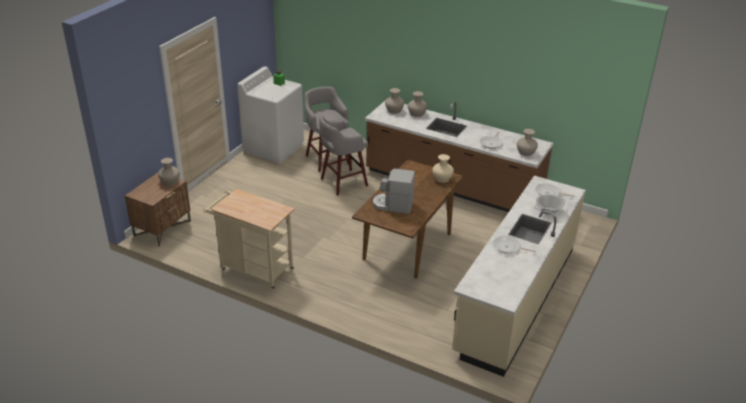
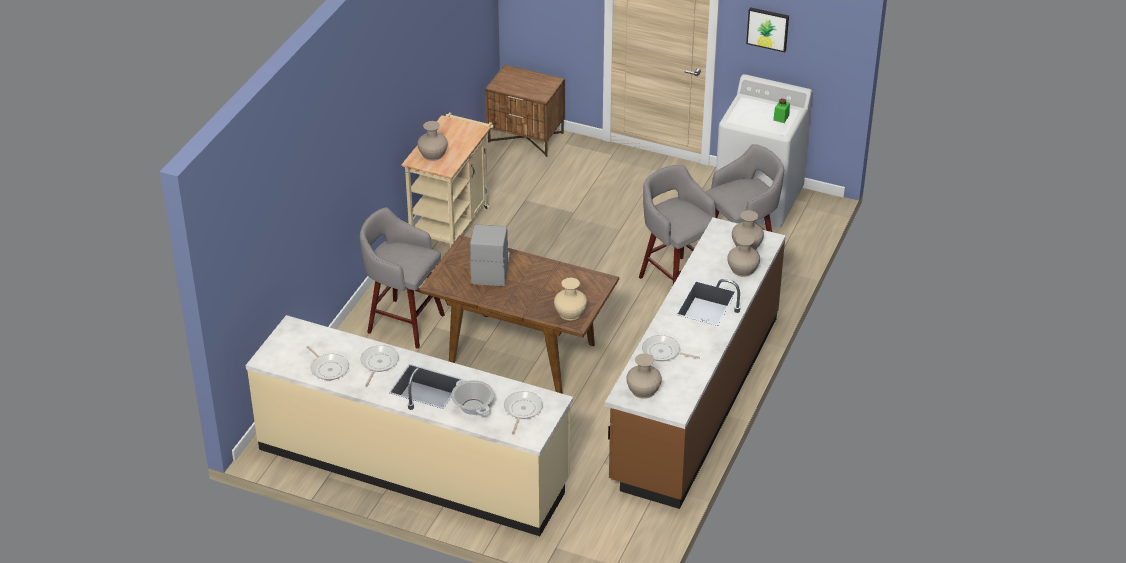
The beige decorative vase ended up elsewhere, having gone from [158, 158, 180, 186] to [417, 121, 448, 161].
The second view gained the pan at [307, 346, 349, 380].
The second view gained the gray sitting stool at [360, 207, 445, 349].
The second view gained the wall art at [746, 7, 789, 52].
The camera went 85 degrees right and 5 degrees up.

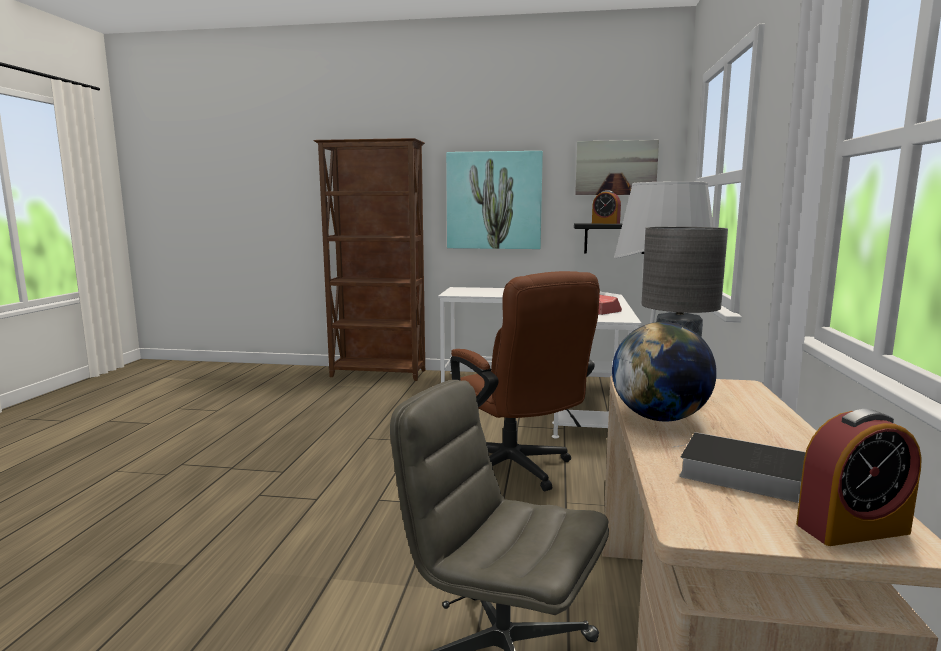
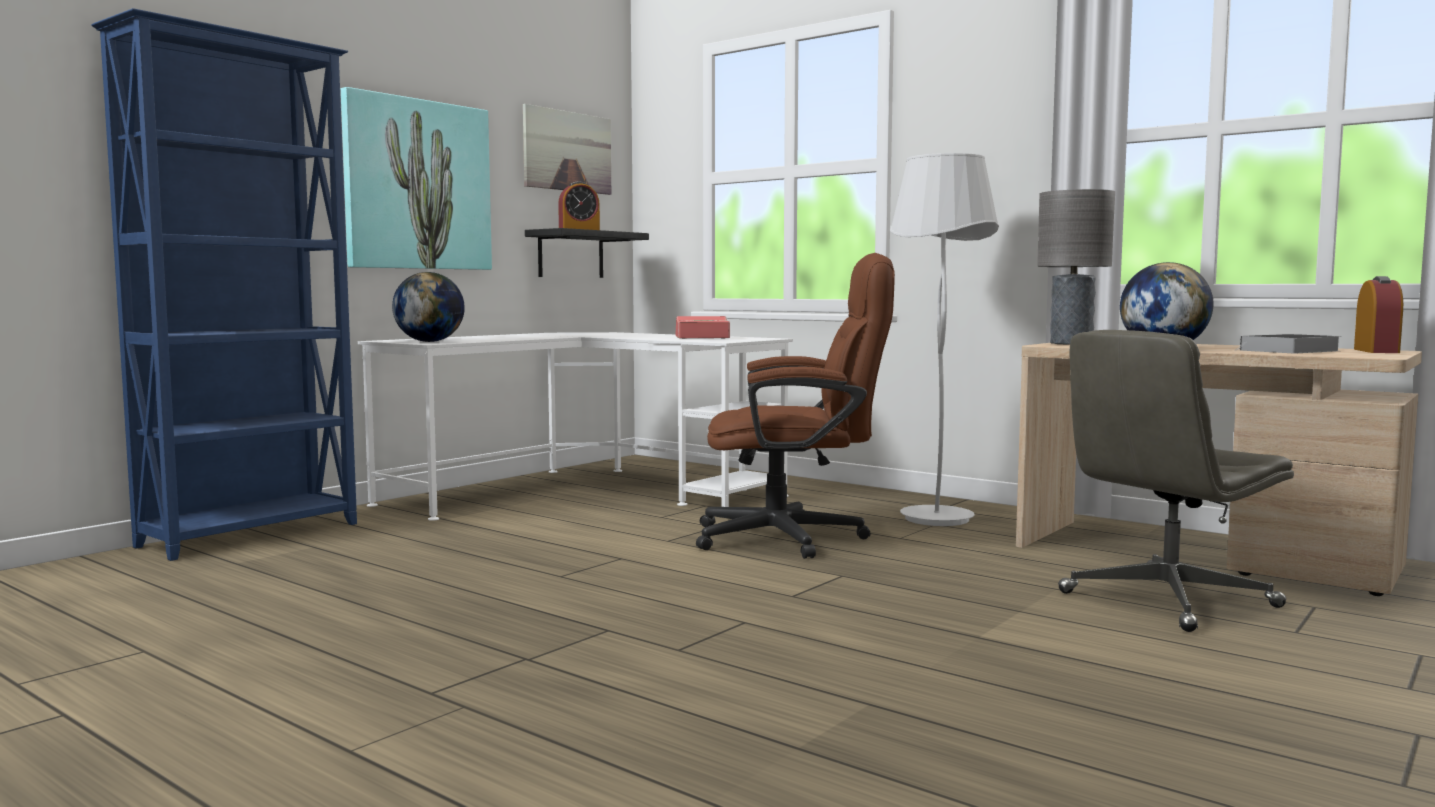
What was the brownish bookcase at [313, 138, 425, 381] turned into the blue-coloured bookcase at [91, 8, 357, 561].
The second view gained the desk globe at [392, 272, 465, 342].
The camera went 60 degrees left and 5 degrees down.

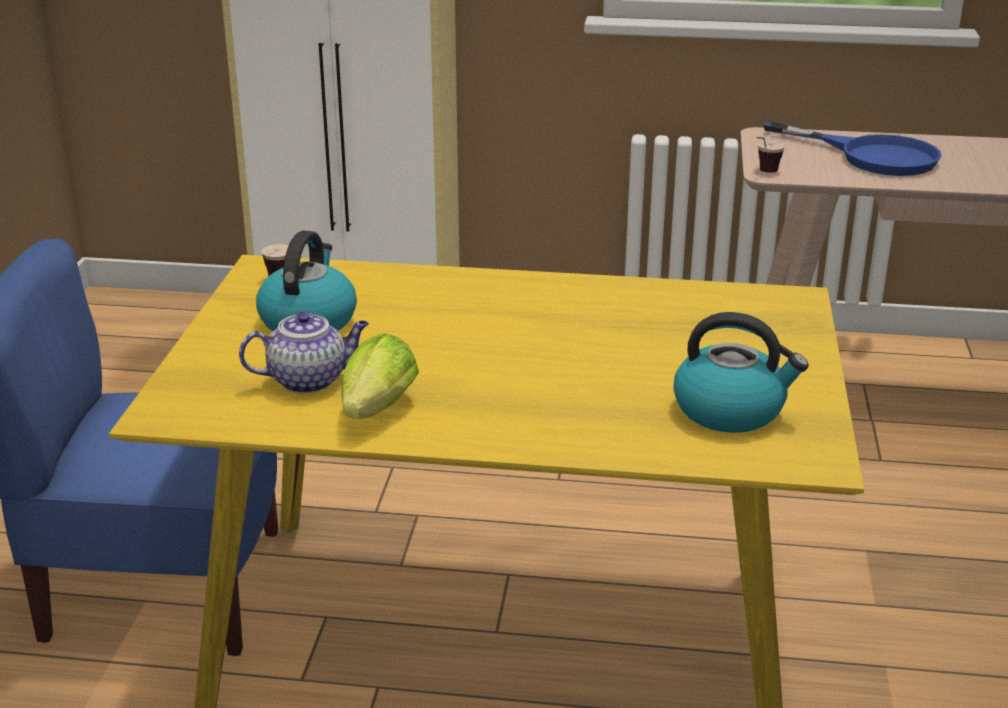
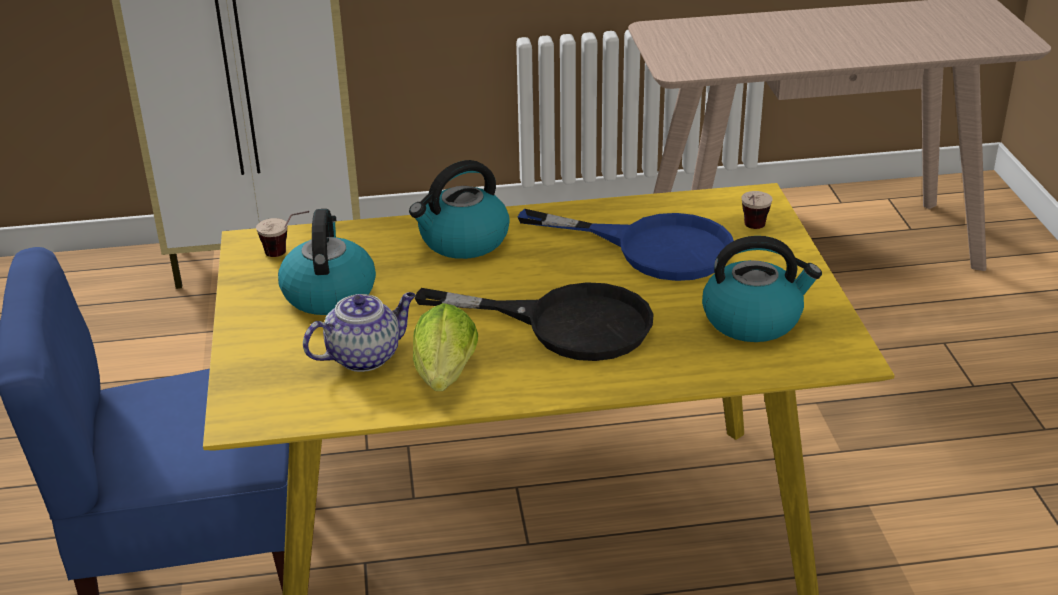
The cup ended up elsewhere, having gone from [756, 137, 785, 173] to [741, 191, 772, 229].
The blue-coloured pan ended up elsewhere, having gone from [763, 121, 942, 176] to [517, 209, 734, 281].
The second view gained the water kettle at [409, 160, 510, 259].
The second view gained the blackish pan at [415, 282, 654, 361].
The camera went 15 degrees left and 5 degrees up.

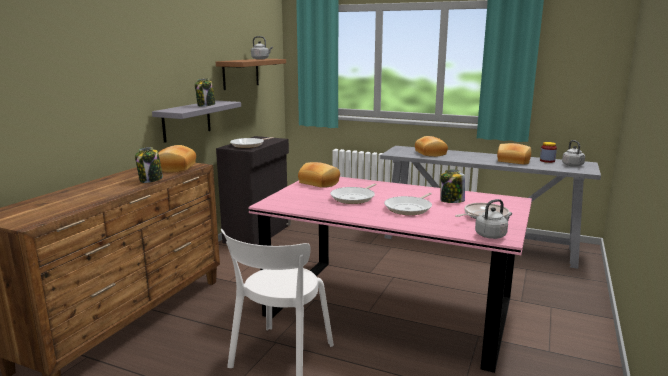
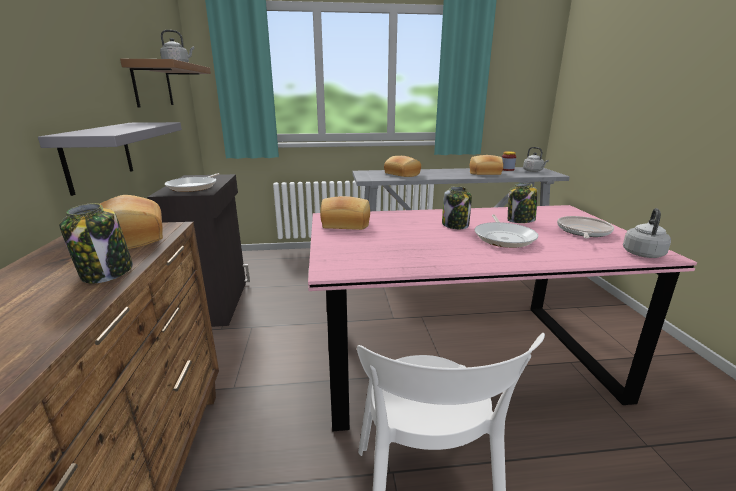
The jar ended up elsewhere, having gone from [195, 78, 215, 107] to [442, 186, 472, 229].
The second view lost the pan at [330, 183, 377, 204].
The camera went 30 degrees left and 5 degrees up.

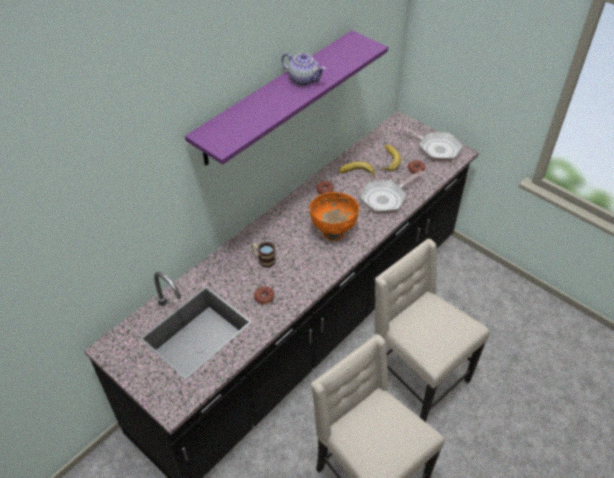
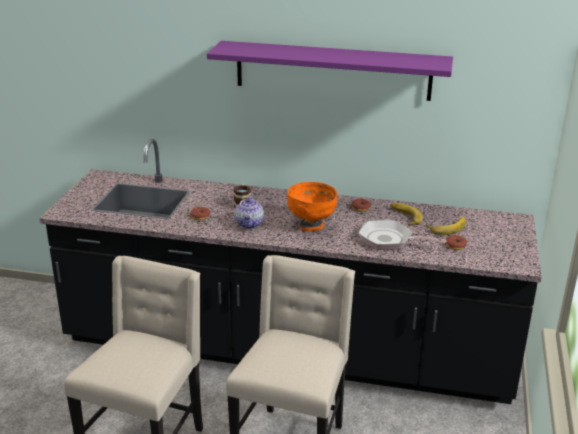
The tea pot ended up elsewhere, having gone from [282, 53, 326, 86] to [234, 195, 264, 229].
The second view lost the pan at [397, 125, 463, 161].
The camera went 60 degrees right and 20 degrees down.

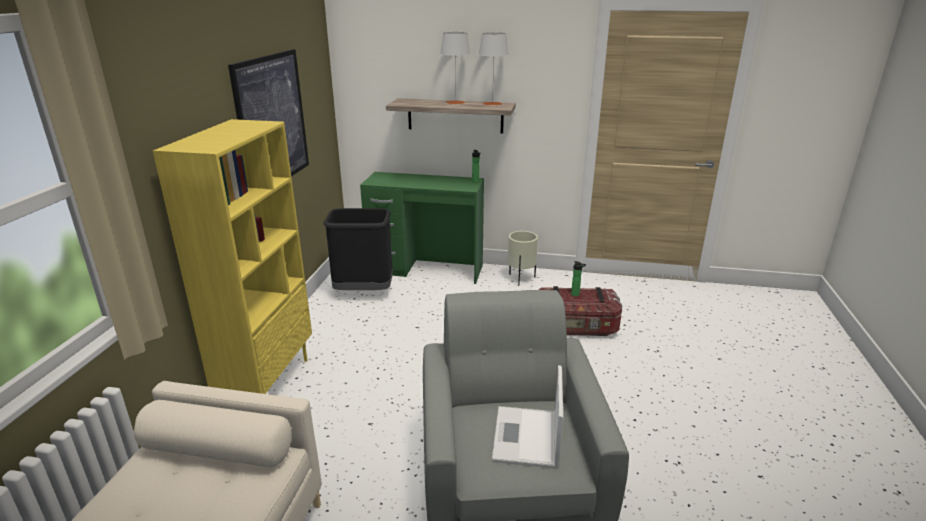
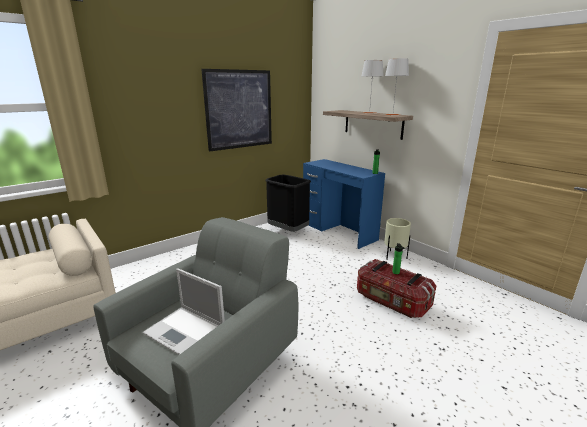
The second view lost the yellowish bookcase at [153, 119, 312, 394].
What was the green-coloured desk unit at [360, 172, 484, 284] turned into the blue-coloured desk unit at [303, 159, 385, 249].
The laptop at [492, 365, 563, 468] ended up facing another way, 105 degrees counterclockwise from before.
The camera went 40 degrees right and 5 degrees down.

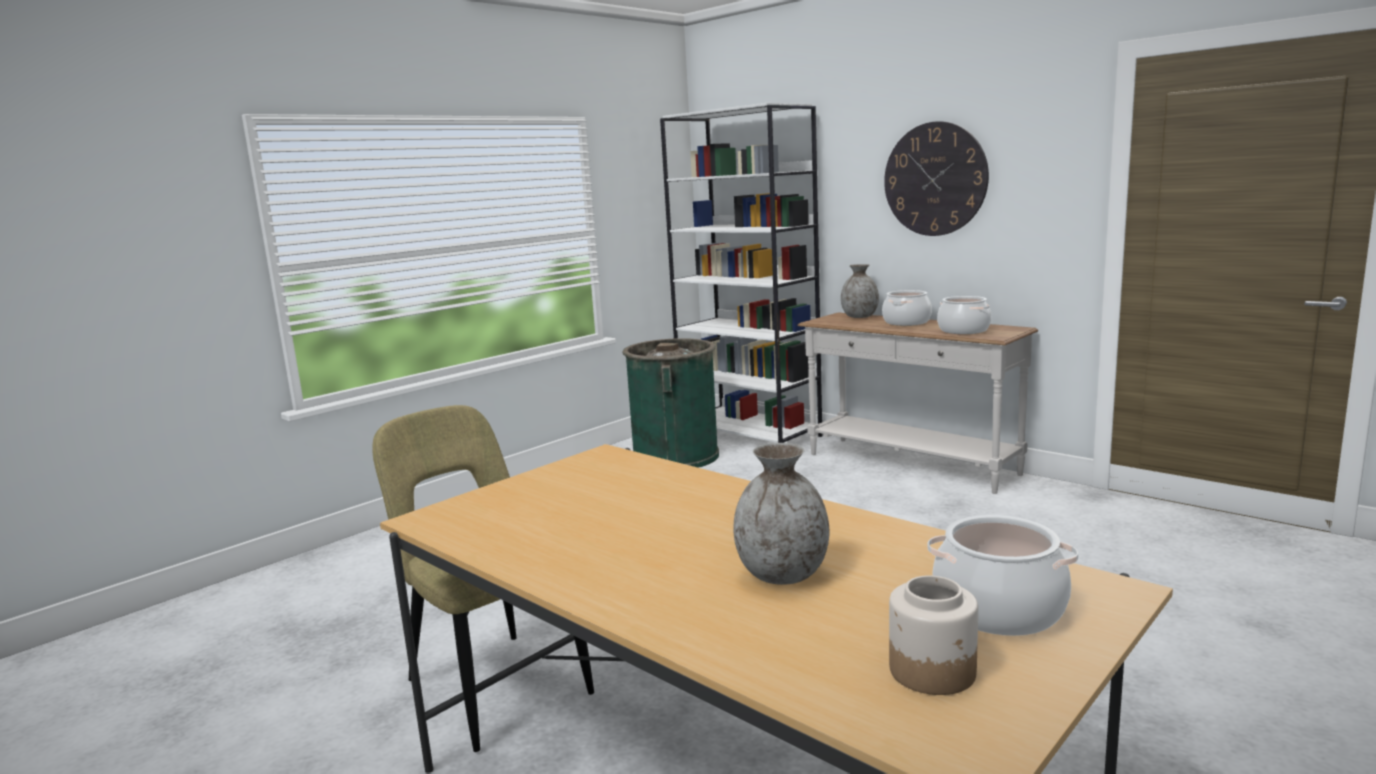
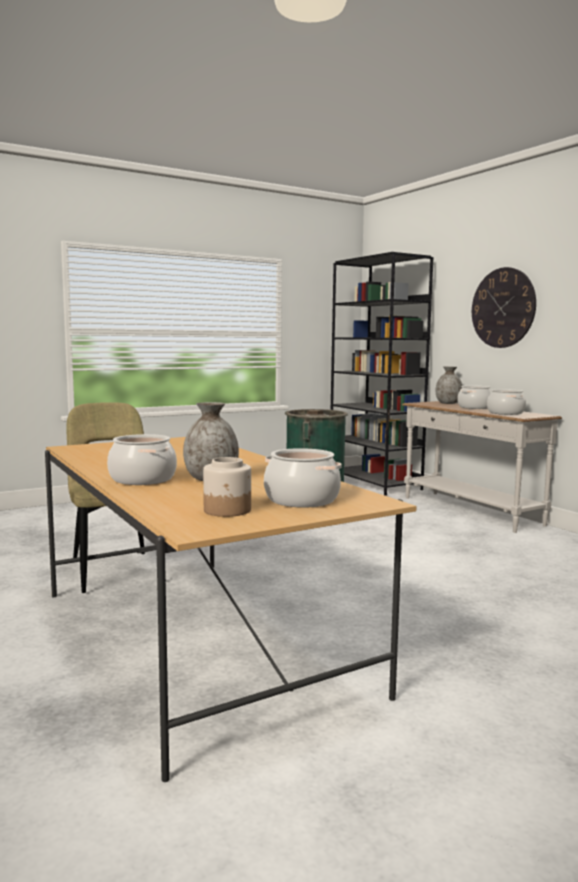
What was the white bookcase at [660, 103, 822, 443] turned into the blackish bookcase at [331, 252, 433, 496].
The second view gained the saucepot at [107, 434, 177, 485].
The camera went 15 degrees right and 5 degrees down.

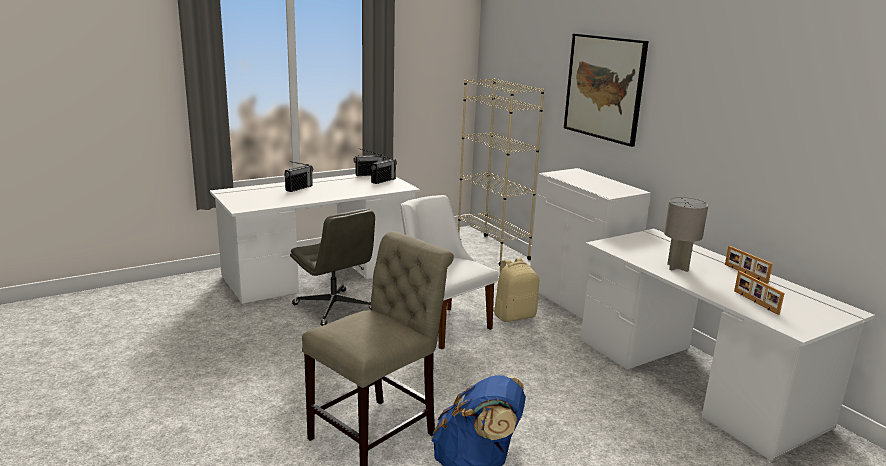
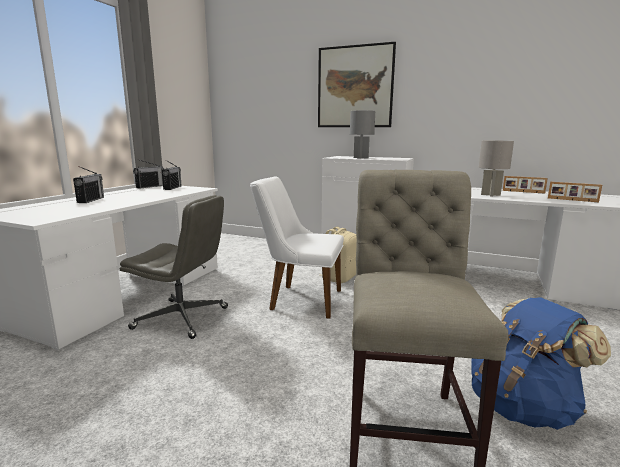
The second view lost the beige bookcase at [458, 78, 544, 266].
The second view gained the gray tabletop lamp at [350, 110, 375, 159].
The camera went 35 degrees left and 5 degrees down.

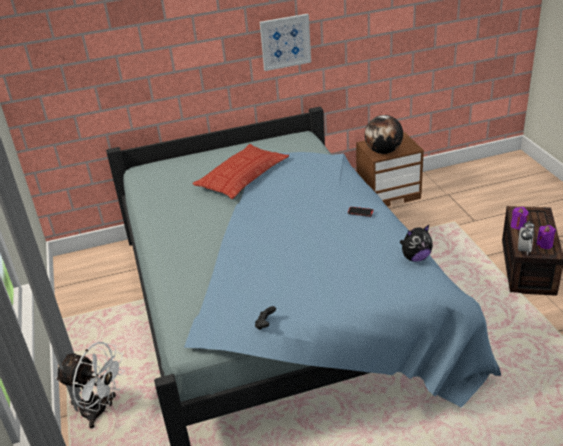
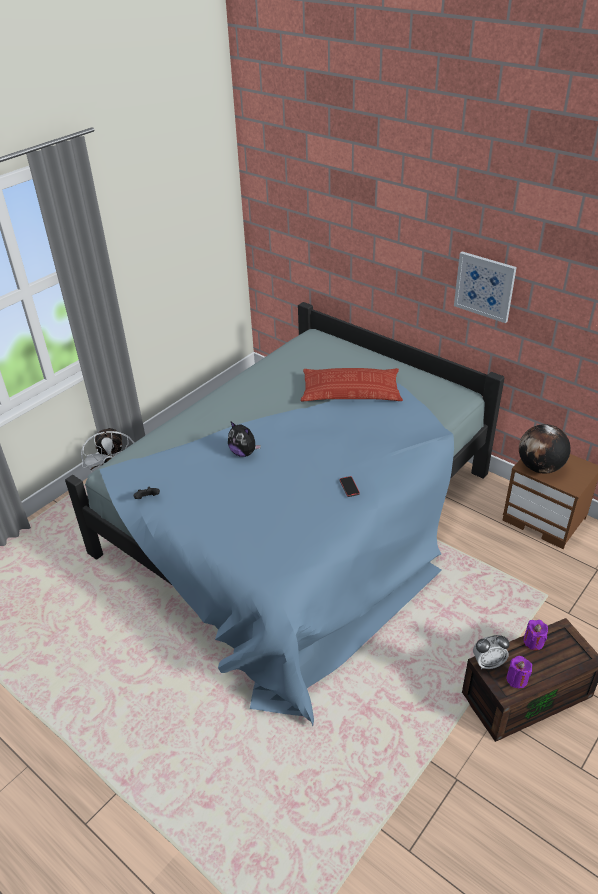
The soft toy ended up elsewhere, having gone from [400, 225, 433, 262] to [228, 422, 261, 457].
The camera went 55 degrees right and 5 degrees up.

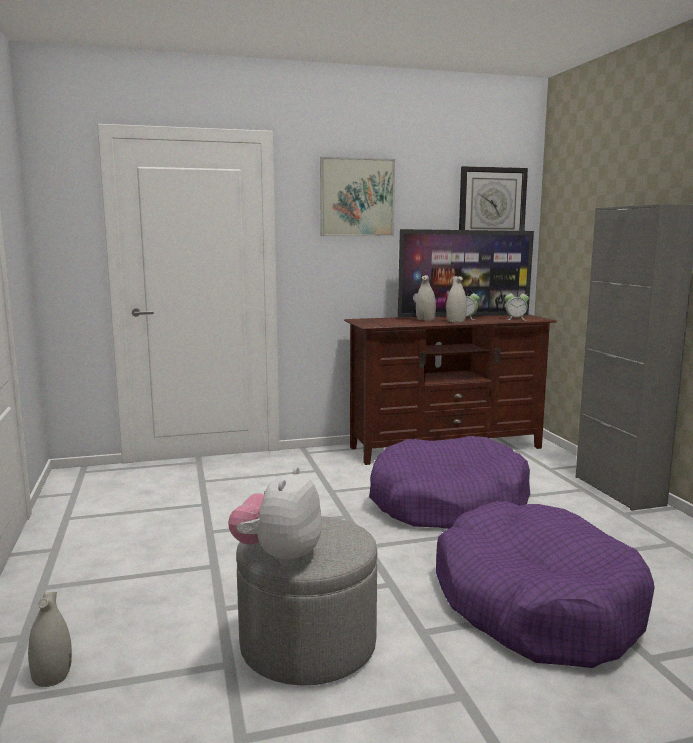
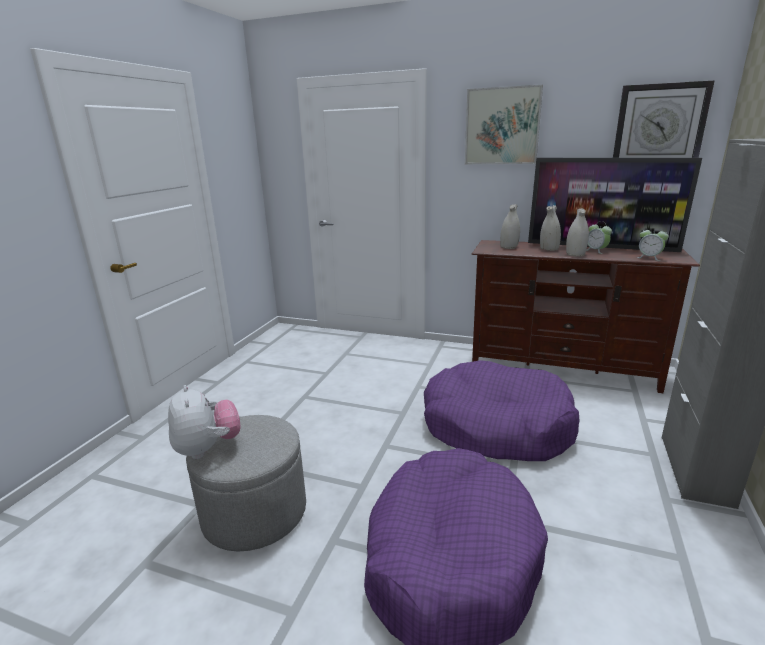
The white decorative vase ended up elsewhere, having gone from [28, 592, 72, 687] to [500, 205, 520, 249].
The soft toy at [228, 467, 322, 566] ended up facing another way, 105 degrees clockwise from before.
The camera went 35 degrees right and 10 degrees up.

